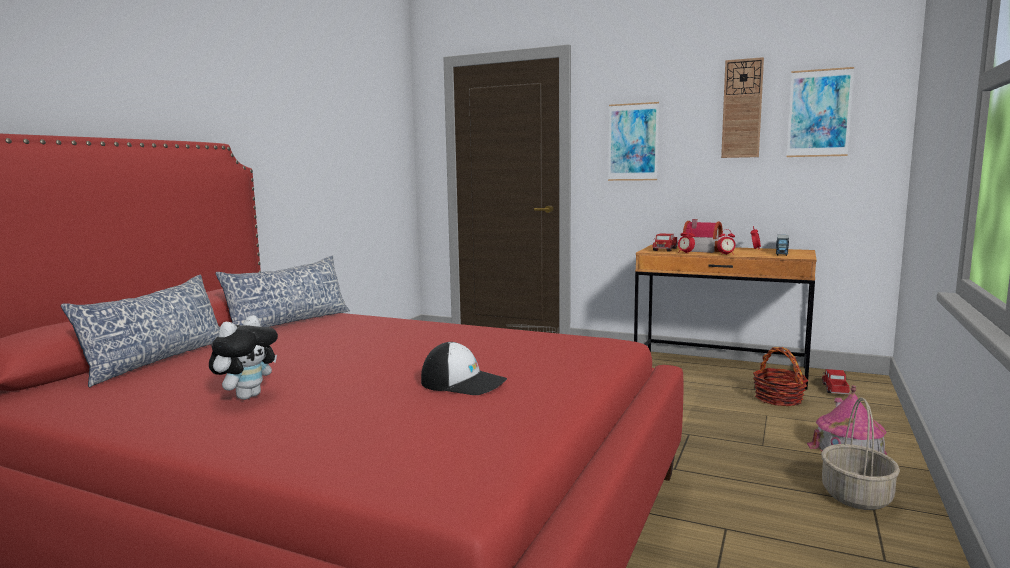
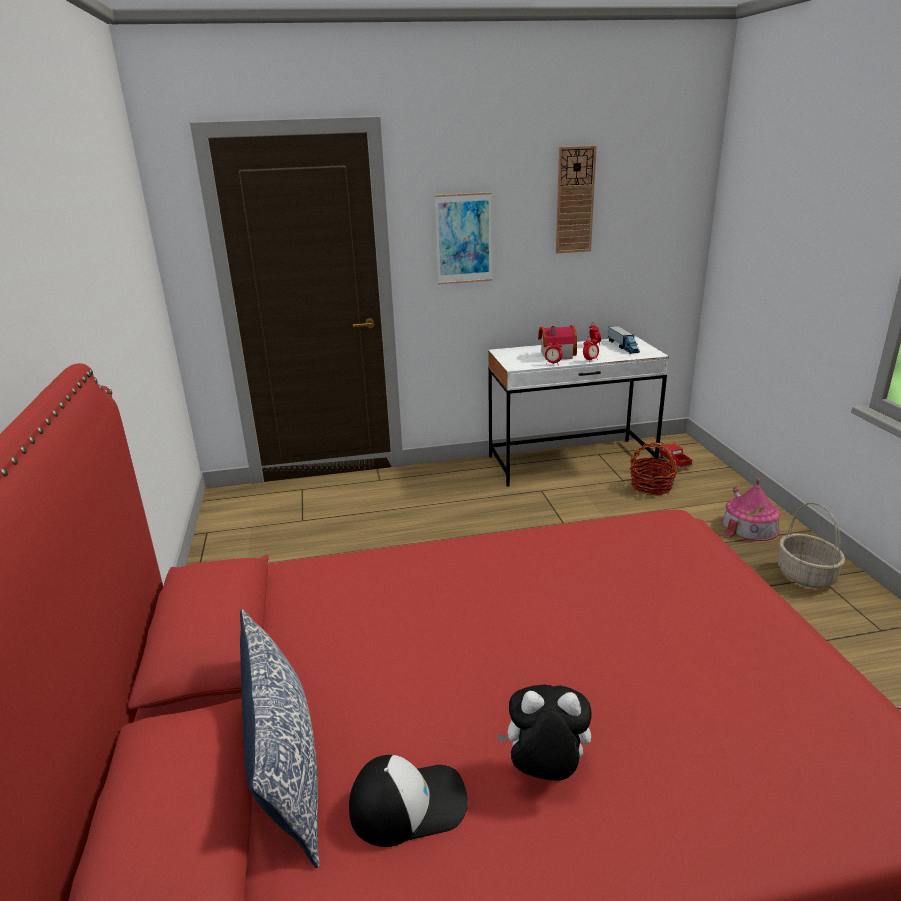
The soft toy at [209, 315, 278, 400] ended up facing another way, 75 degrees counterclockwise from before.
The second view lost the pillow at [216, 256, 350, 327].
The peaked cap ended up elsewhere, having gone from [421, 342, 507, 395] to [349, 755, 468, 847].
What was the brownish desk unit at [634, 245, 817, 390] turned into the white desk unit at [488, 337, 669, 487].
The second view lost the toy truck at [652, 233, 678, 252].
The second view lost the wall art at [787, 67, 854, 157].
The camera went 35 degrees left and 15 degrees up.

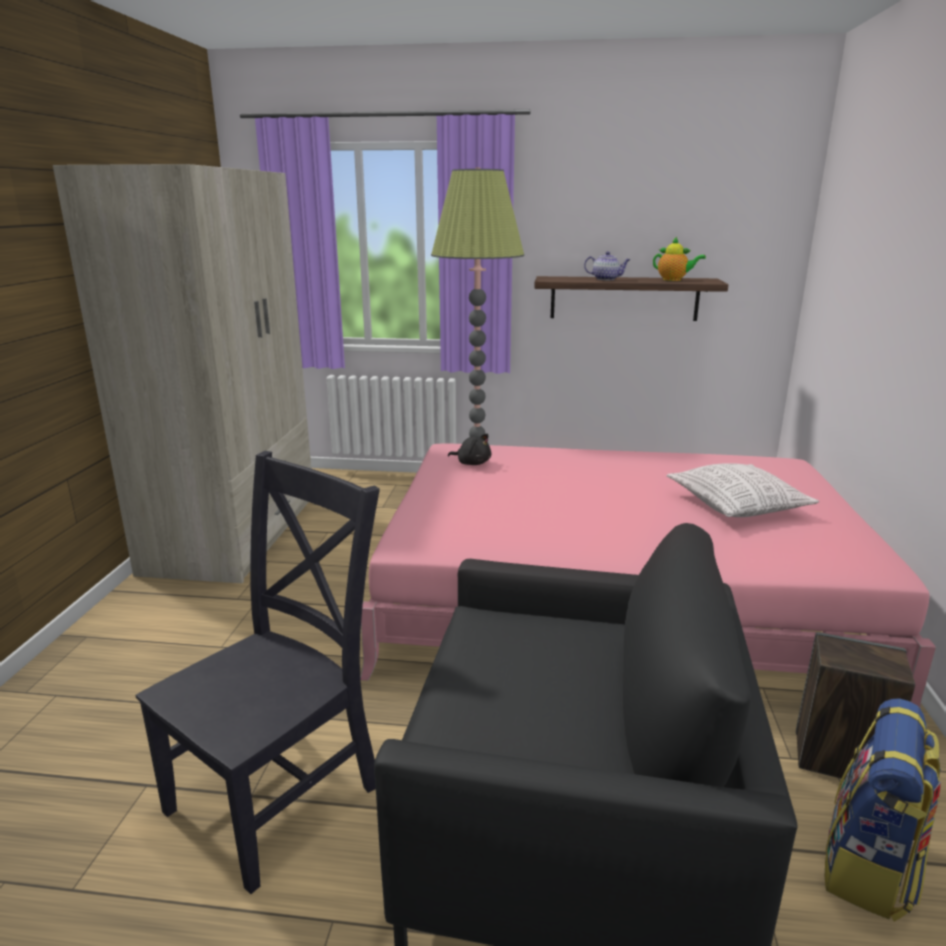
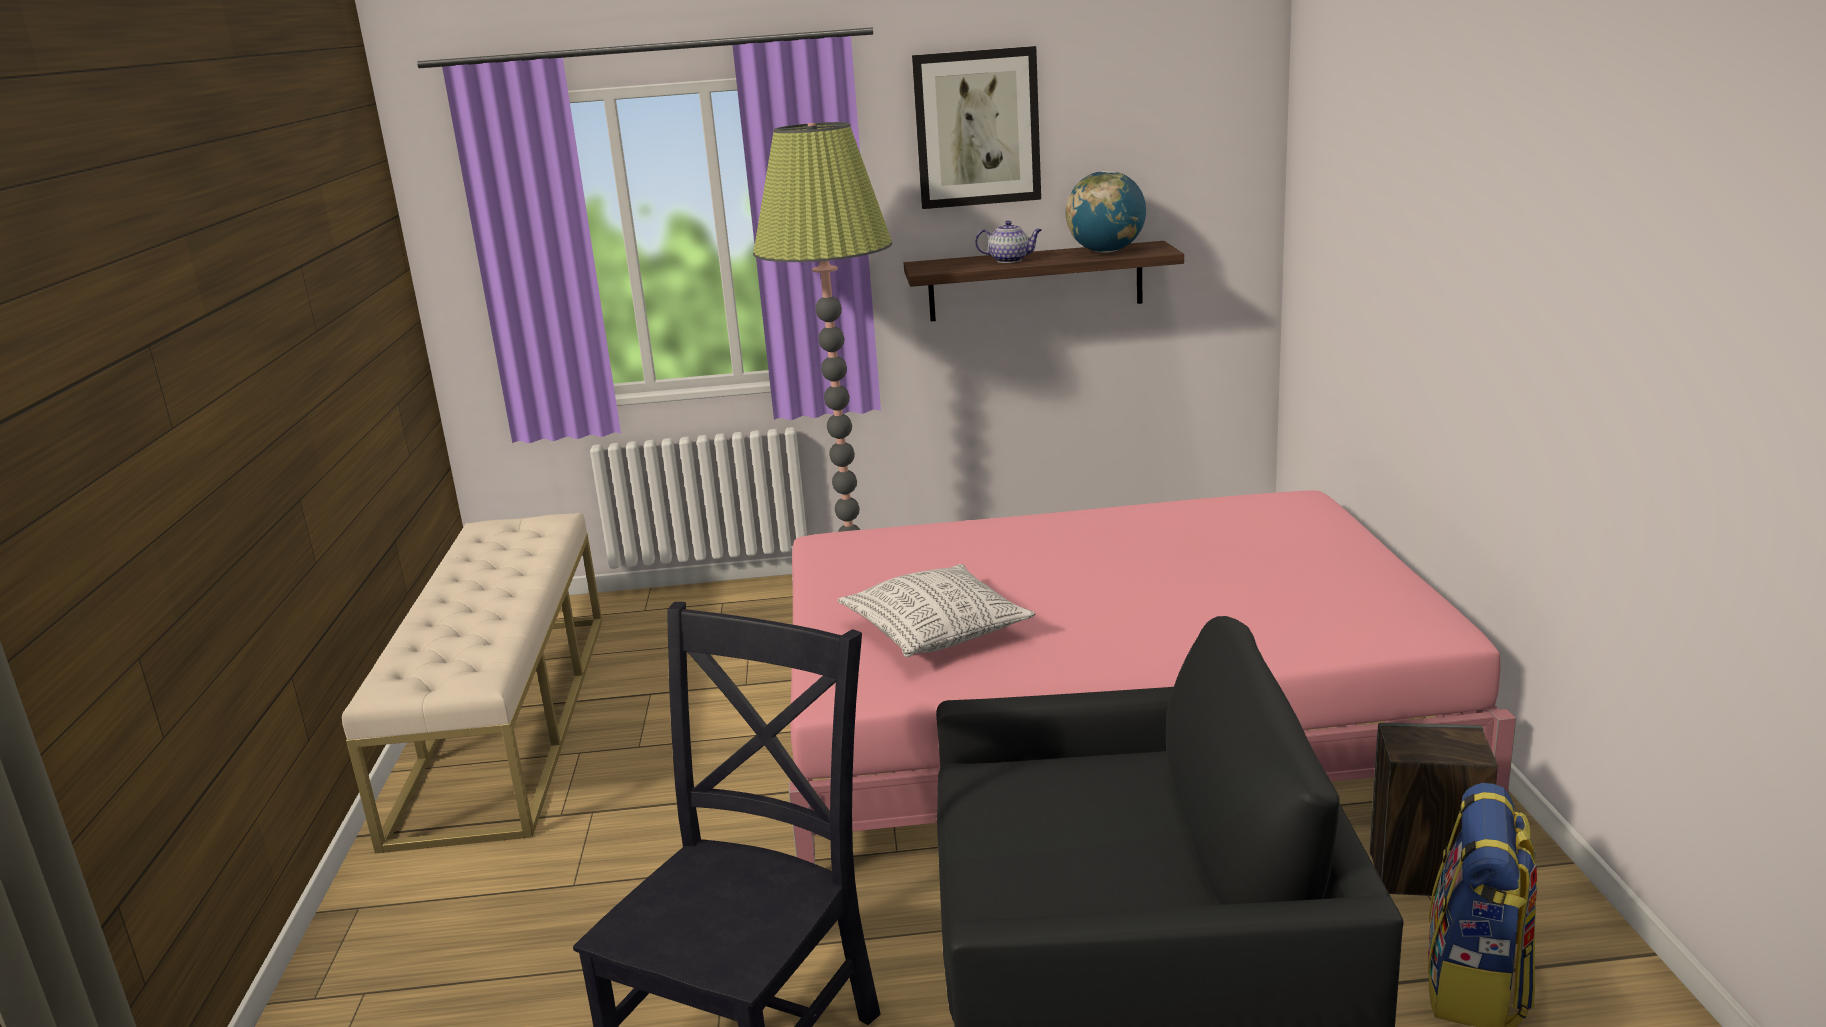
Where the beige clothes cupboard stood at [53, 164, 311, 583], the beige long seat came to stand at [342, 513, 602, 853].
The second view lost the blackish soft toy at [448, 434, 491, 465].
Where the tea pot stood at [653, 237, 706, 281], the desk globe came to stand at [1066, 171, 1146, 253].
The pillow ended up elsewhere, having gone from [666, 463, 819, 517] to [838, 564, 1035, 657].
The second view gained the wall art at [912, 46, 1041, 209].
The camera went 10 degrees left and 0 degrees up.

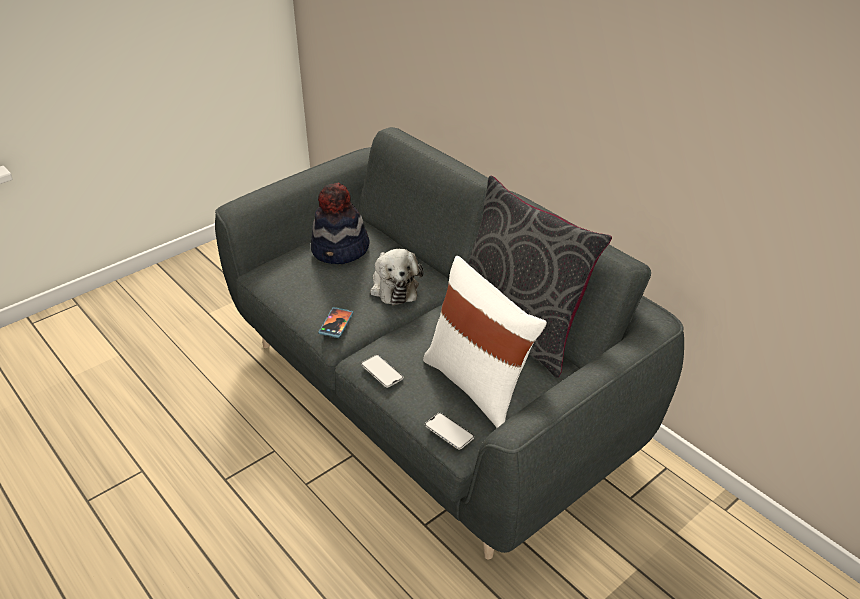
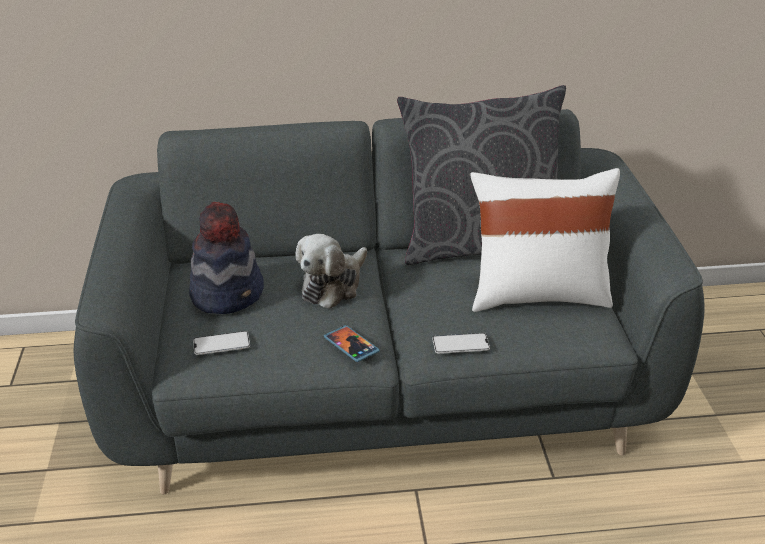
The soft toy at [370, 249, 423, 305] ended up facing another way, 105 degrees clockwise from before.
The telephone ended up elsewhere, having gone from [425, 413, 474, 450] to [193, 331, 250, 355].
The camera went 55 degrees left and 5 degrees down.

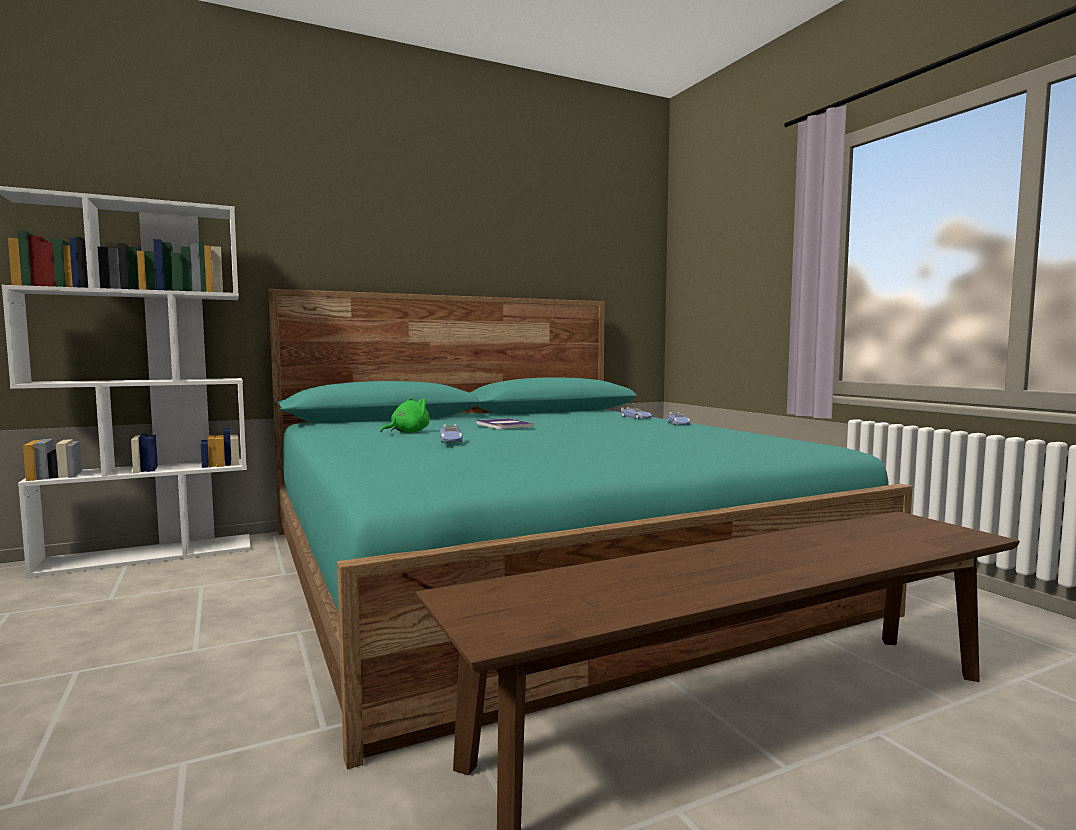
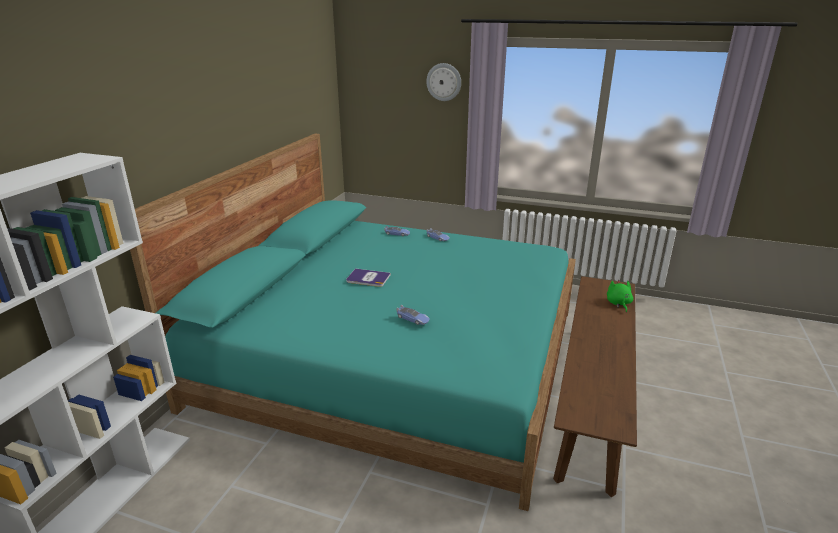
The green-coloured soft toy ended up elsewhere, having gone from [380, 398, 430, 433] to [607, 279, 633, 312].
The second view gained the wall clock at [426, 63, 461, 101].
The camera went 45 degrees left and 20 degrees up.

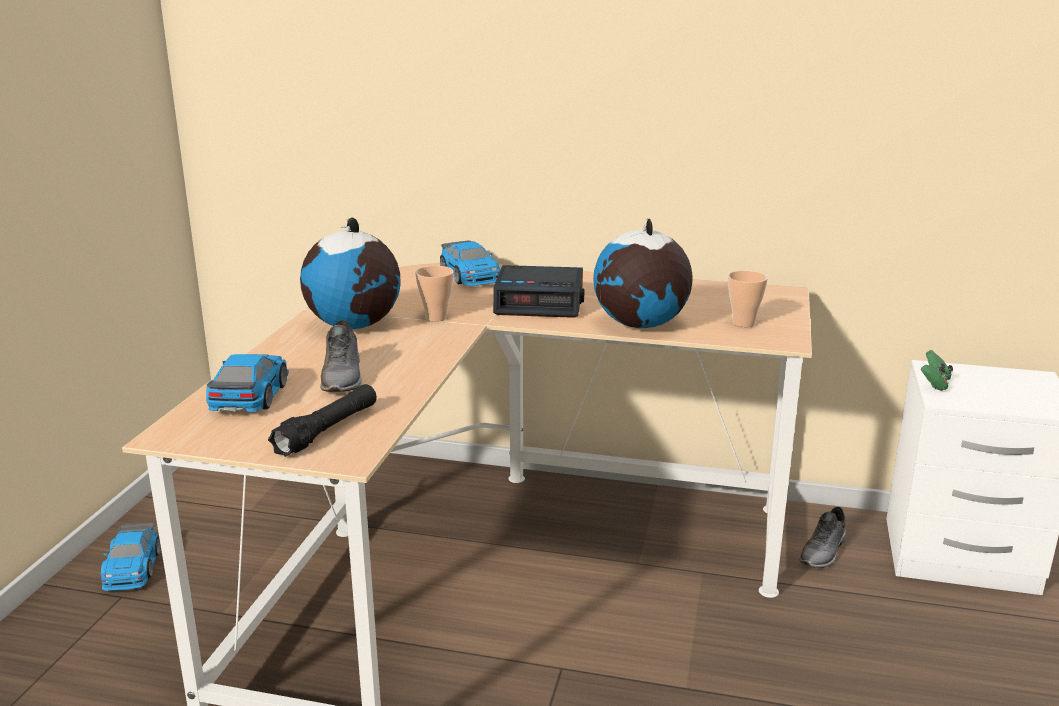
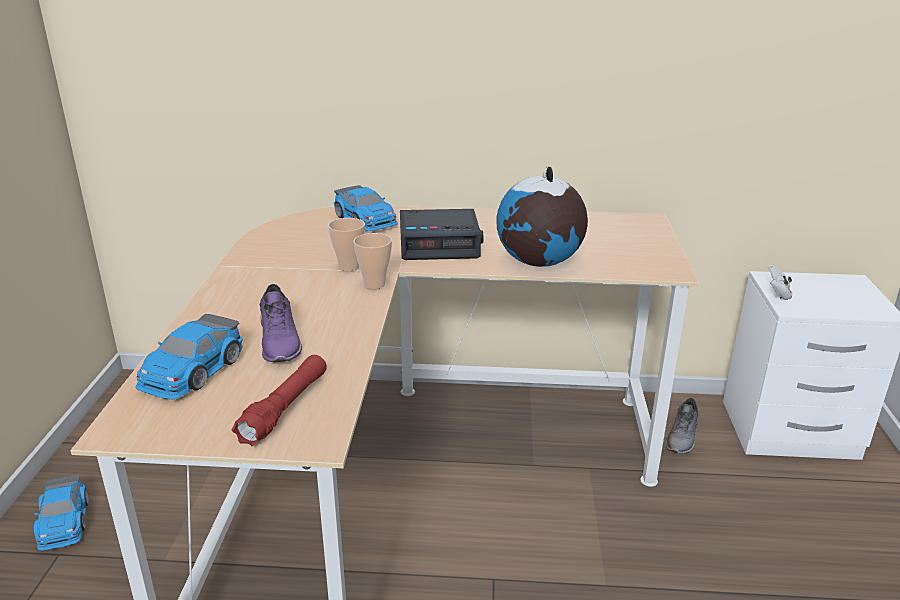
The model car at [206, 354, 289, 412] ended up facing another way, 150 degrees counterclockwise from before.
What was the blackish hand torch at [268, 384, 377, 457] turned into the red hand torch at [232, 355, 327, 446].
The second view lost the desk globe at [300, 218, 401, 329].
What was the gray shoe at [320, 320, 362, 392] turned into the purple-coloured shoe at [260, 284, 302, 362].
The cup ended up elsewhere, having gone from [728, 271, 768, 327] to [354, 233, 392, 289].
What was the green-coloured joypad at [921, 350, 953, 391] turned into the white joypad at [768, 264, 792, 300].
The camera went 10 degrees left and 5 degrees up.

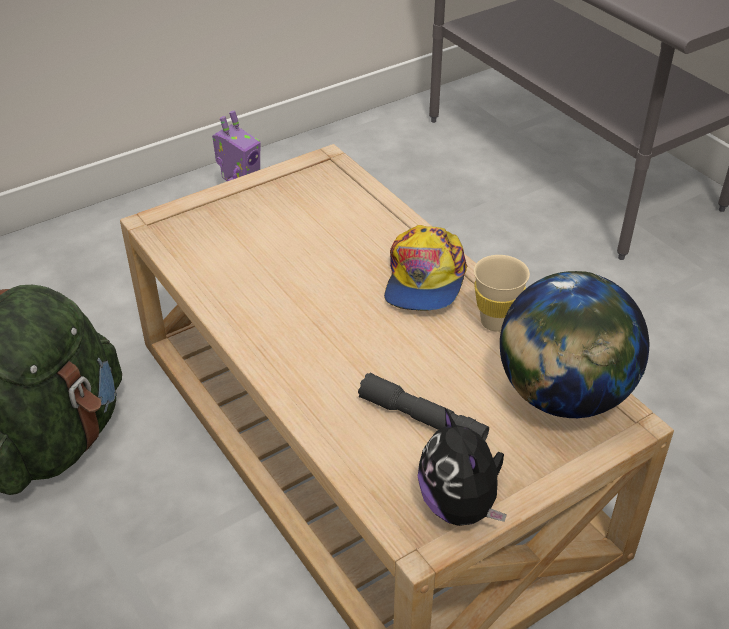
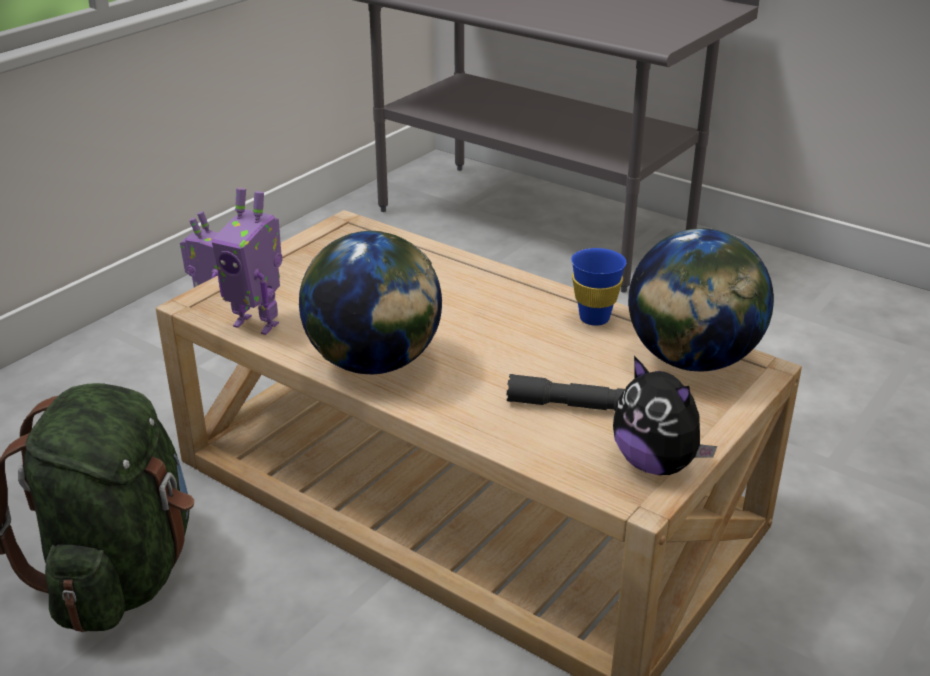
The second view lost the peaked cap at [384, 225, 467, 311].
What was the beige cup at [474, 255, 530, 332] turned into the blue-coloured cup at [571, 248, 626, 326].
The second view gained the model robot at [211, 188, 283, 335].
The second view gained the desk globe at [299, 231, 442, 374].
The camera went 20 degrees left and 10 degrees down.

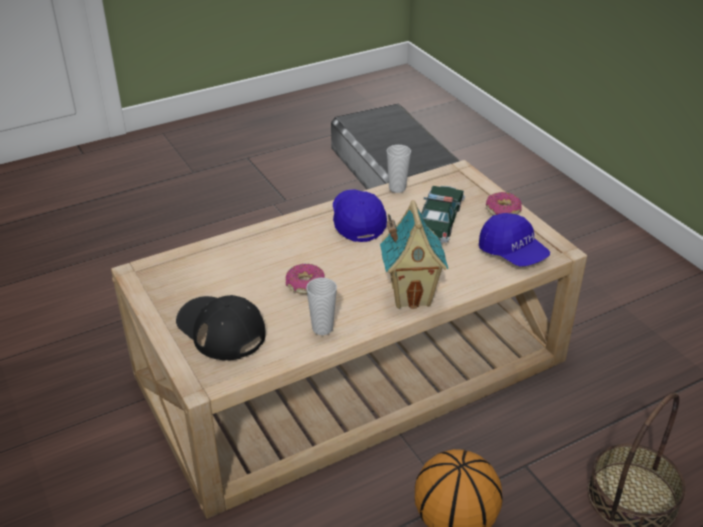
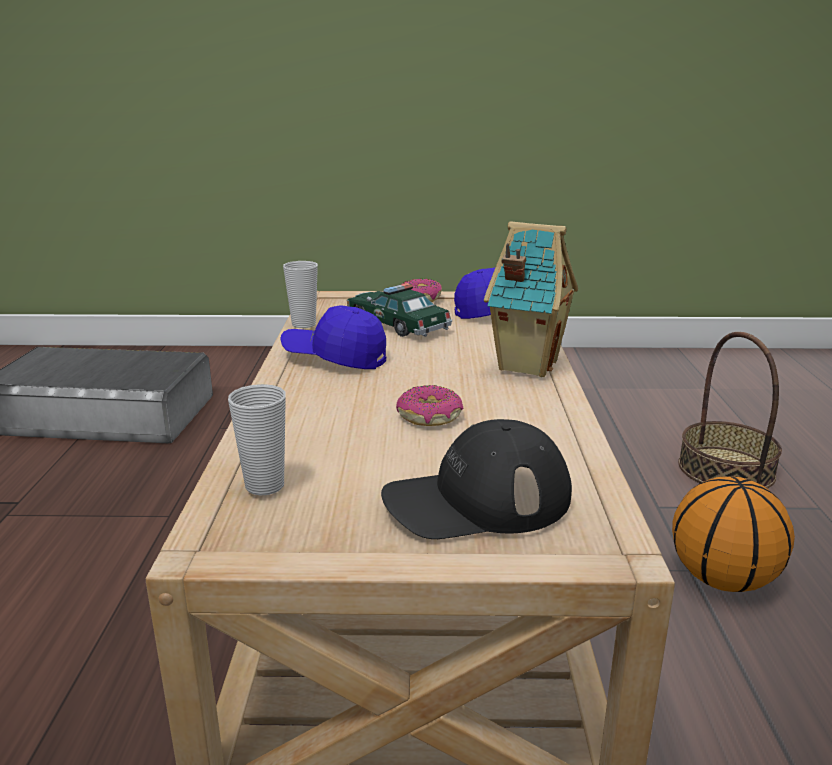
The cup ended up elsewhere, having gone from [306, 278, 337, 335] to [228, 384, 286, 495].
The camera went 60 degrees left and 15 degrees down.

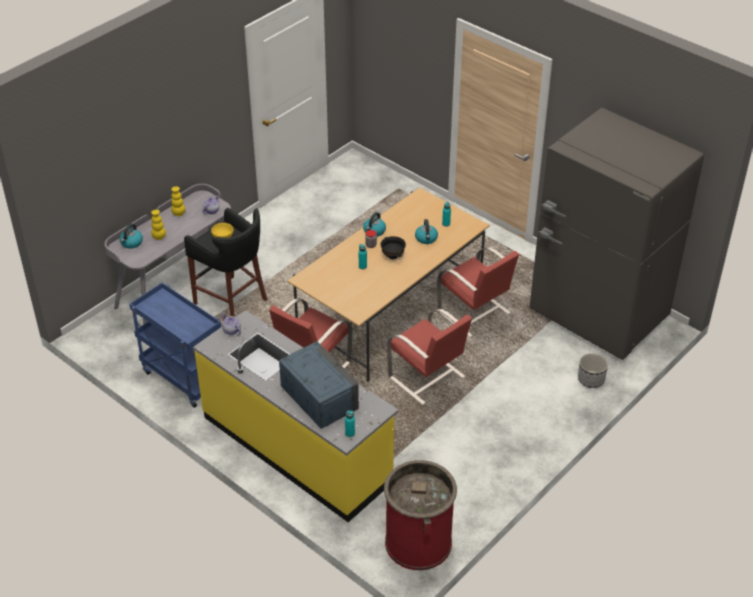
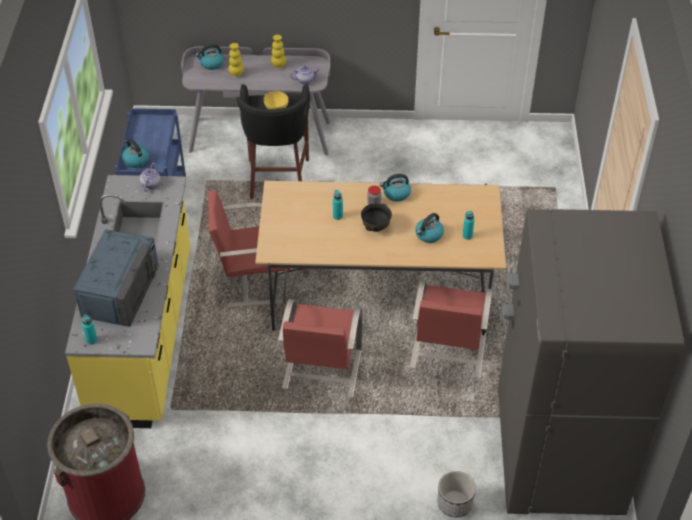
The second view gained the water kettle at [122, 139, 149, 168].
The camera went 50 degrees right and 5 degrees up.

